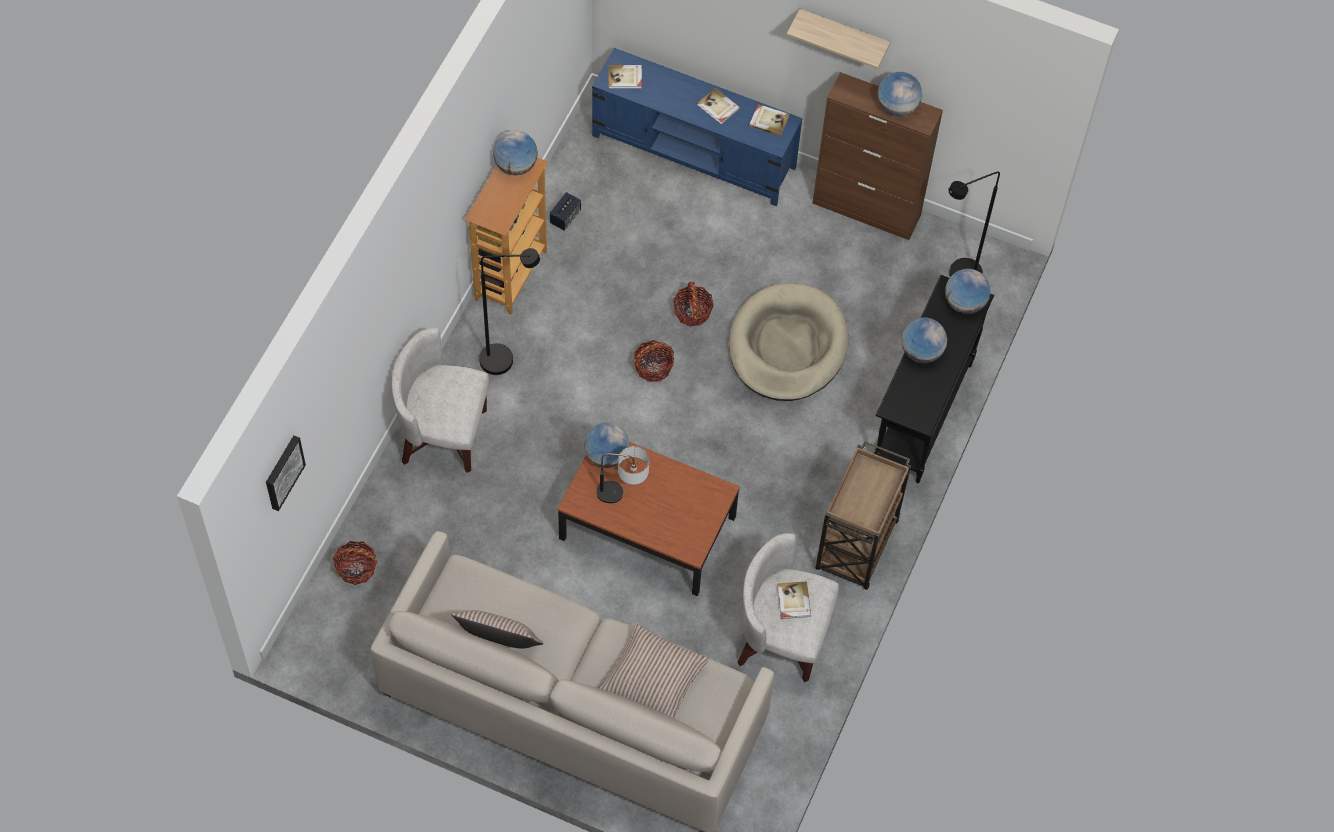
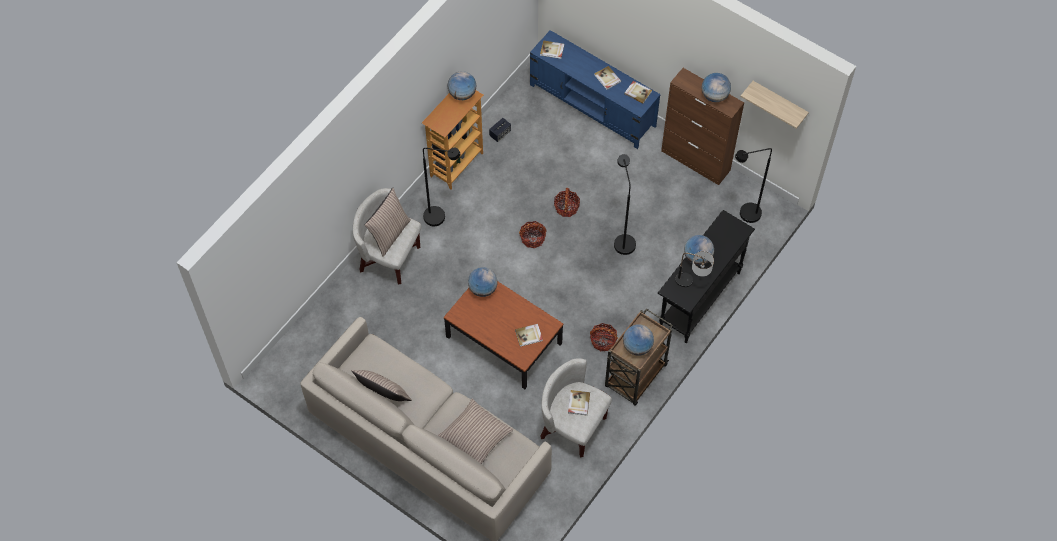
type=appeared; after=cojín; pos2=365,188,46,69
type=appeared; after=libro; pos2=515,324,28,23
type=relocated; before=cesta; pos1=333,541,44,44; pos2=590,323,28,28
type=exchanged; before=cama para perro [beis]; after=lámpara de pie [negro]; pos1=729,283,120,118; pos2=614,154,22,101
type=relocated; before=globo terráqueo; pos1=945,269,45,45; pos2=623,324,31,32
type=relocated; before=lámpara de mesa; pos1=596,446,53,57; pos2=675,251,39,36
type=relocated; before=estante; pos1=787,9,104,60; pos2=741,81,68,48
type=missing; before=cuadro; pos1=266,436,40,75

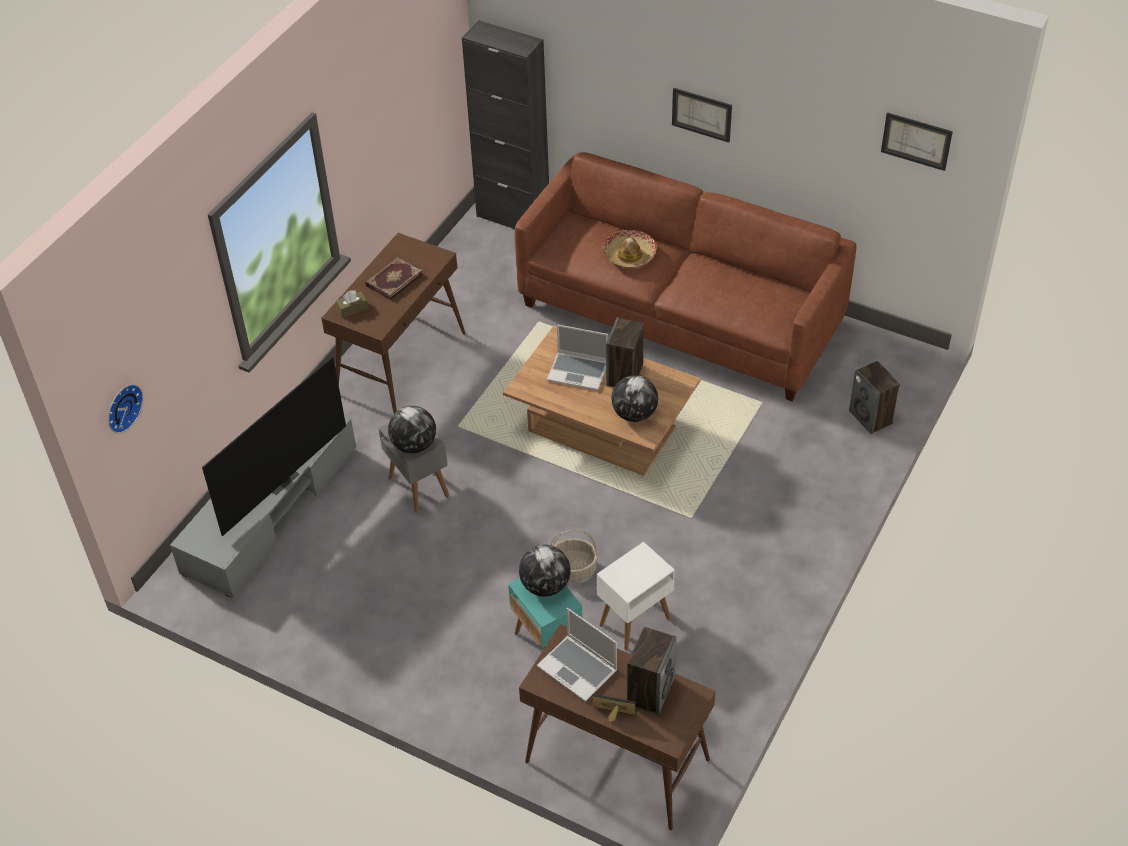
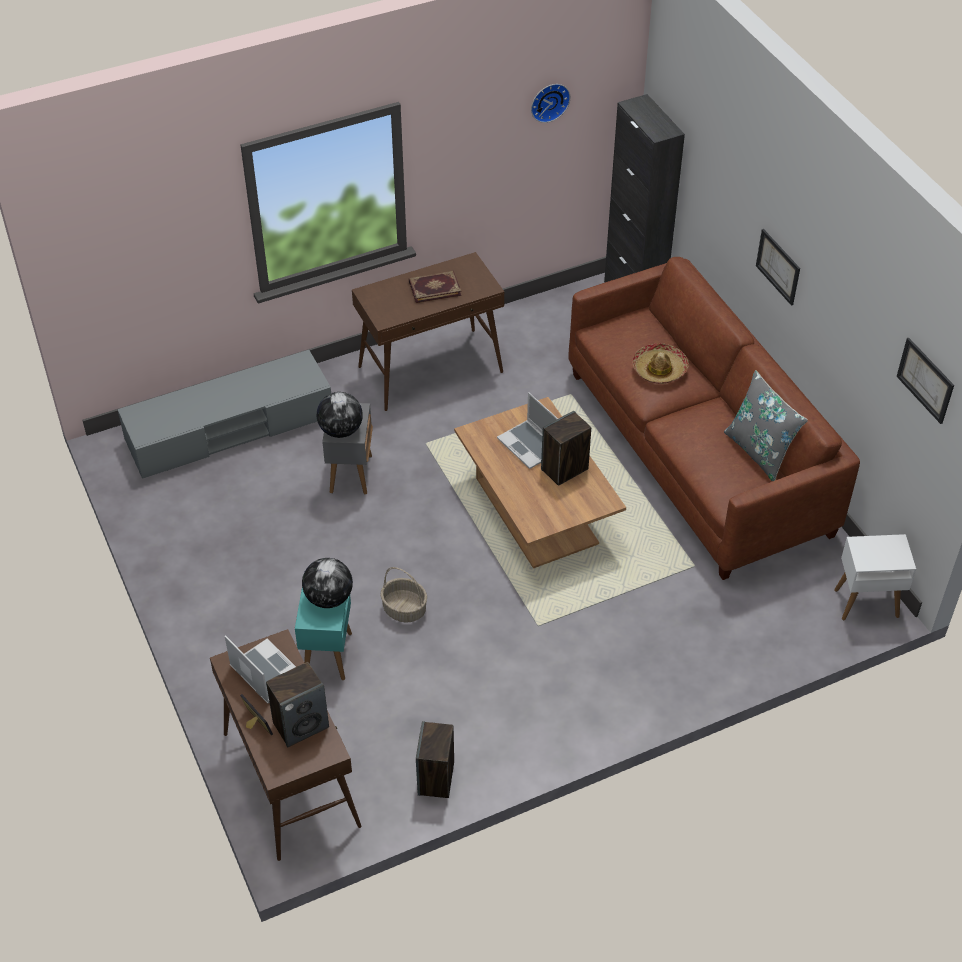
type=spun; before=portátil; pos1=537,608,80,94; pos2=225,635,71,69; turn=150
type=relocated; before=altavoz; pos1=849,361,51,73; pos2=416,721,38,77
type=relocated; before=reloj de pared; pos1=108,384,35,49; pos2=531,84,39,39
type=appeared; after=cojín [gris]; pos2=724,370,84,111
type=relocated; before=mesa auxiliar [blanco]; pos1=597,542,78,108; pos2=834,534,82,86
type=missing; before=televisor; pos1=202,356,144,180
type=missing; before=caja de pañuelos [marrón]; pos1=336,290,32,28
type=missing; before=globo terráqueo; pos1=611,375,47,47

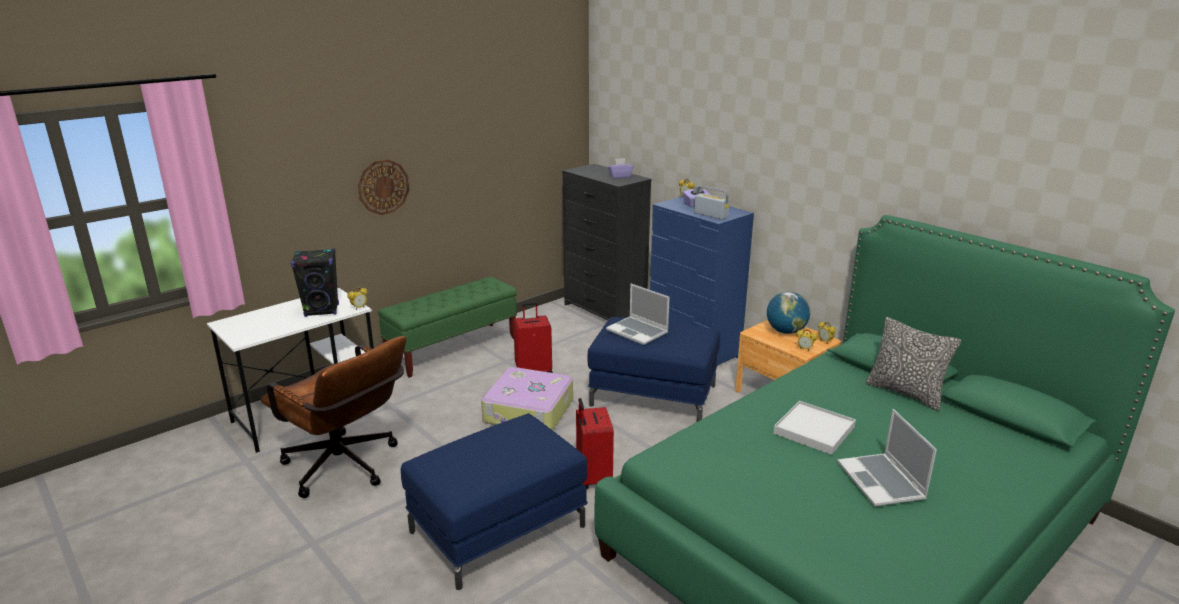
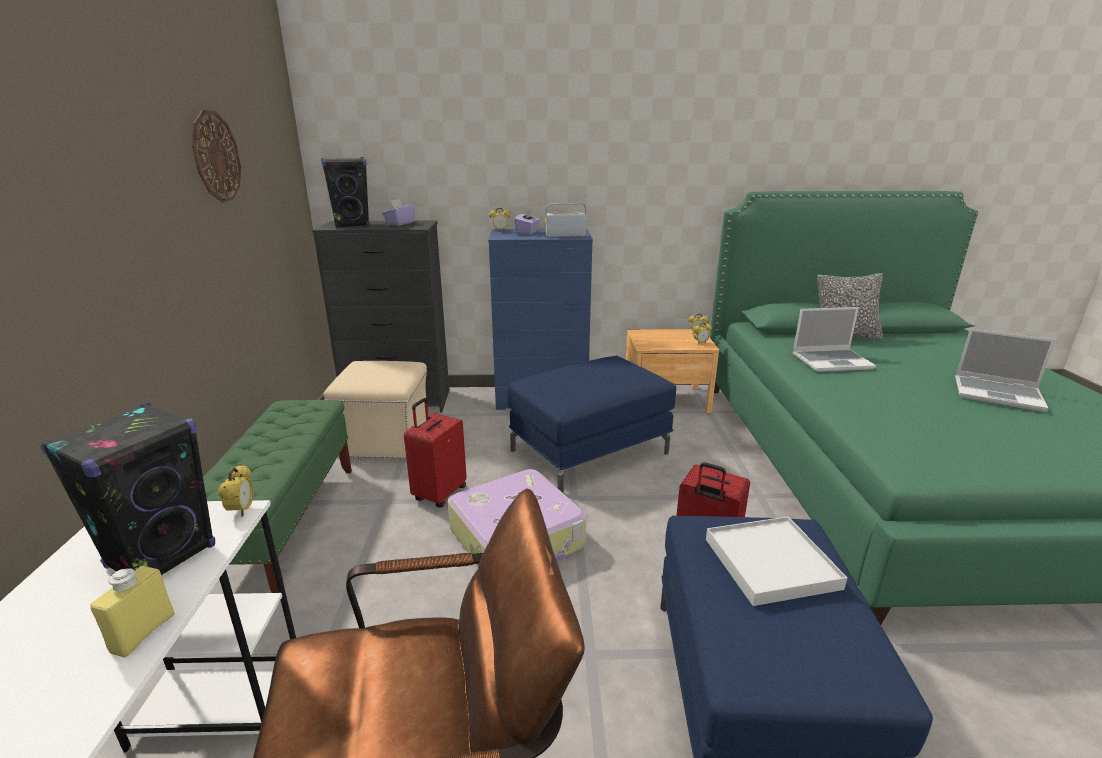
type=appeared; after=botella [amarillo]; pos2=90,566,85,91
type=relocated; before=reloj de pared; pos1=358,159,51,56; pos2=192,110,49,92
type=appeared; after=altavoz [negro]; pos2=321,157,48,71
type=appeared; after=puf [beis]; pos2=323,361,106,98
type=relocated; before=bandeja [blanco]; pos1=773,401,83,54; pos2=706,516,141,90
type=relocated; before=portátil; pos1=606,284,64,61; pos2=792,307,84,65
type=missing; before=globo terráqueo; pos1=767,291,43,43

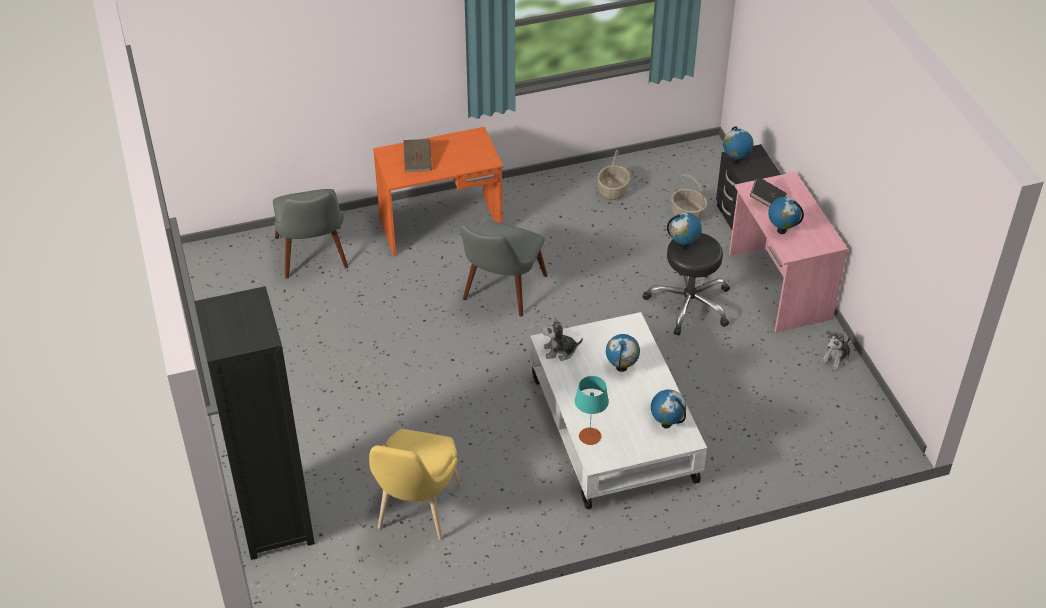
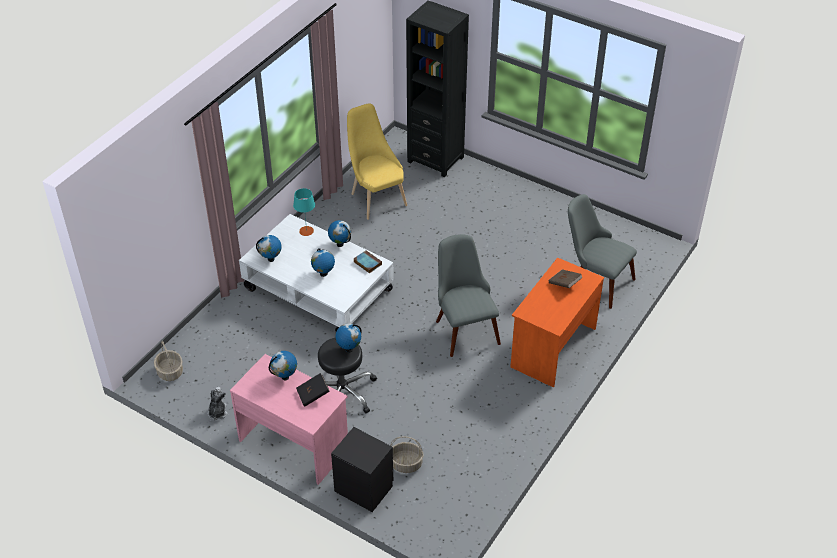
type=relocated; before=cesta; pos1=597,150,33,50; pos2=154,341,29,40
type=relocated; before=globo terráqueo; pos1=723,126,30,38; pos2=328,220,23,27
type=exchanged; before=peluche; after=libro; pos1=542,316,41,45; pos2=354,250,28,23

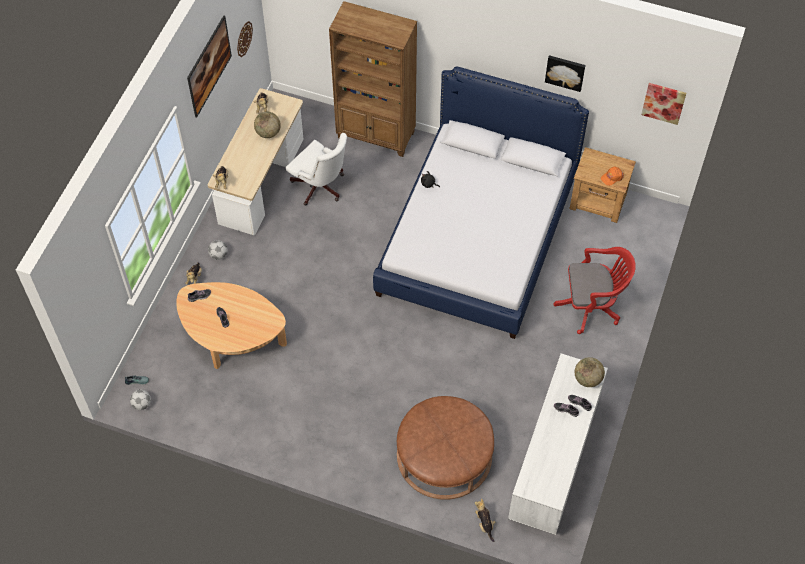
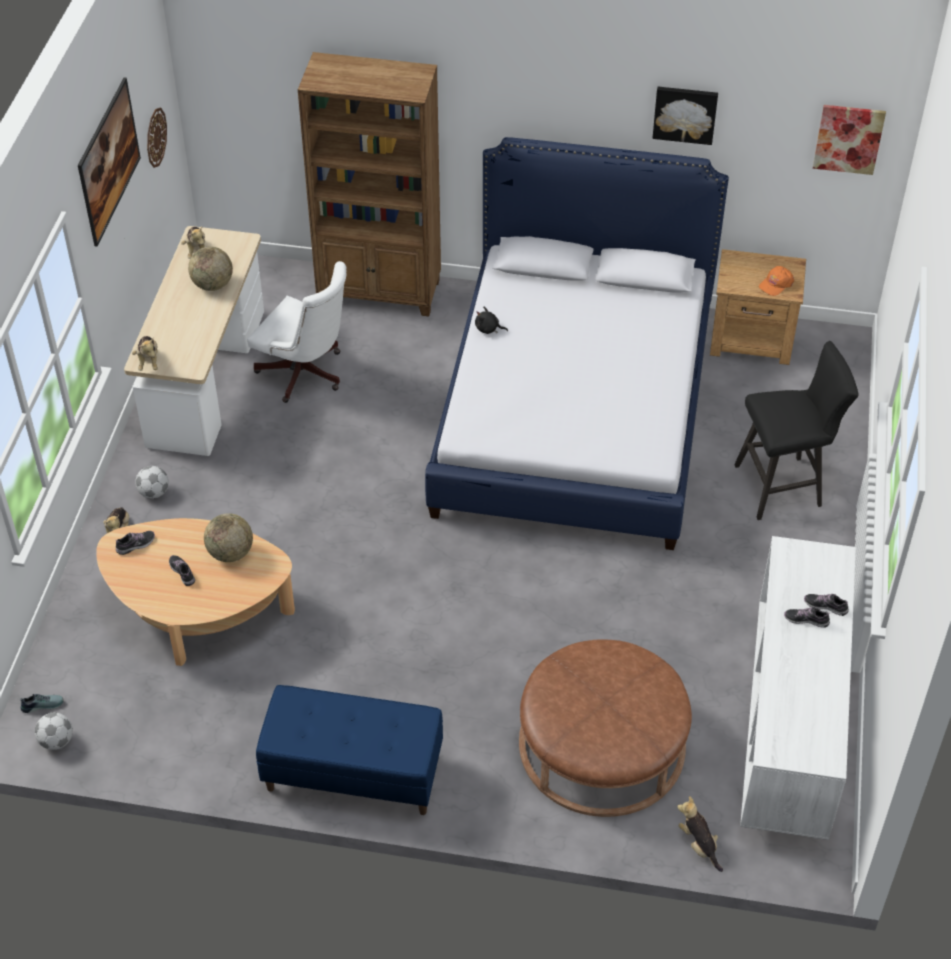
type=relocated; before=globo terráqueo; pos1=575,357,30,30; pos2=204,513,49,49
type=appeared; after=banco [azul]; pos2=256,685,187,130
type=exchanged; before=silla de oficina [rojo]; after=taburete [negro]; pos1=553,247,83,87; pos2=734,341,125,179

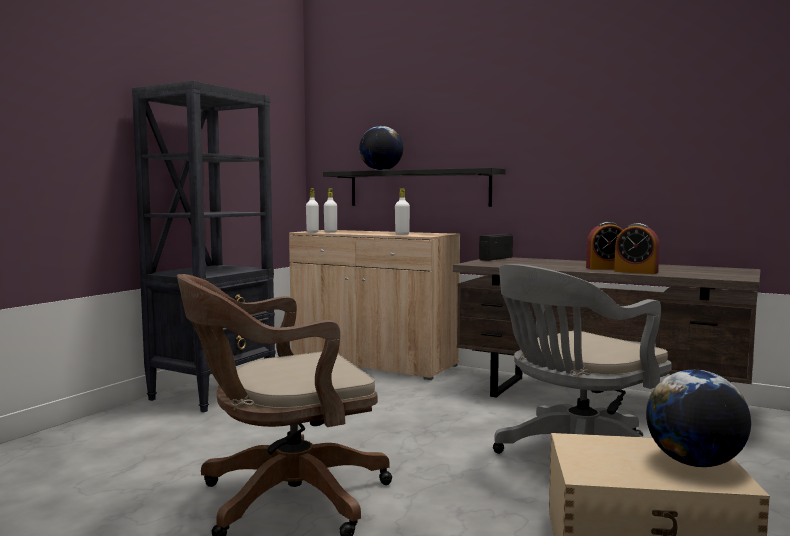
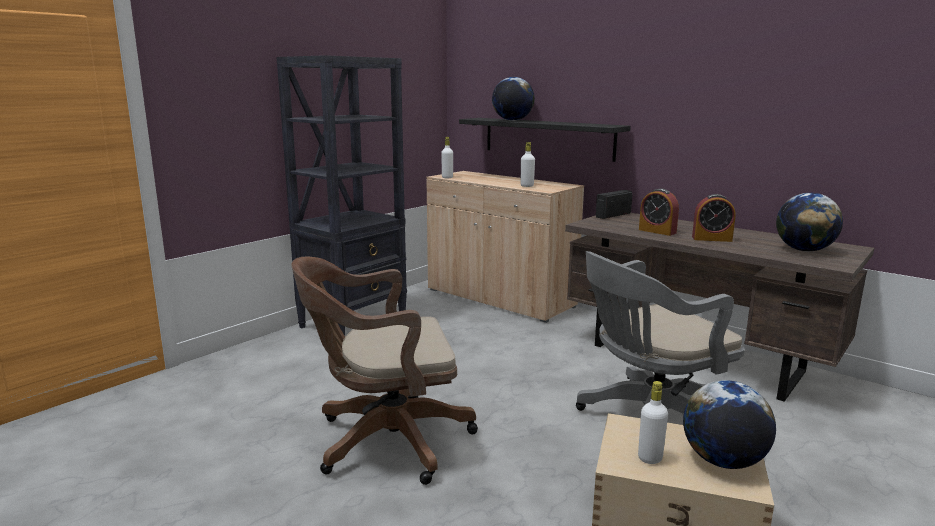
type=relocated; before=botella [blanco]; pos1=324,188,13,45; pos2=638,381,30,83
type=relocated; before=despertador; pos1=614,223,46,51; pos2=639,188,40,48
type=appeared; after=globo terráqueo; pos2=776,193,67,59

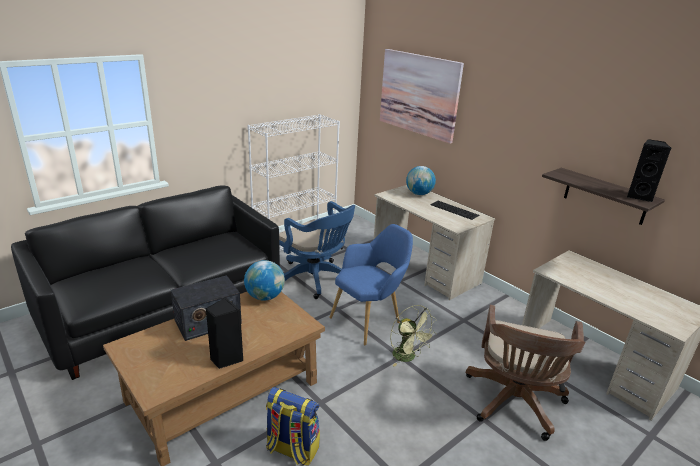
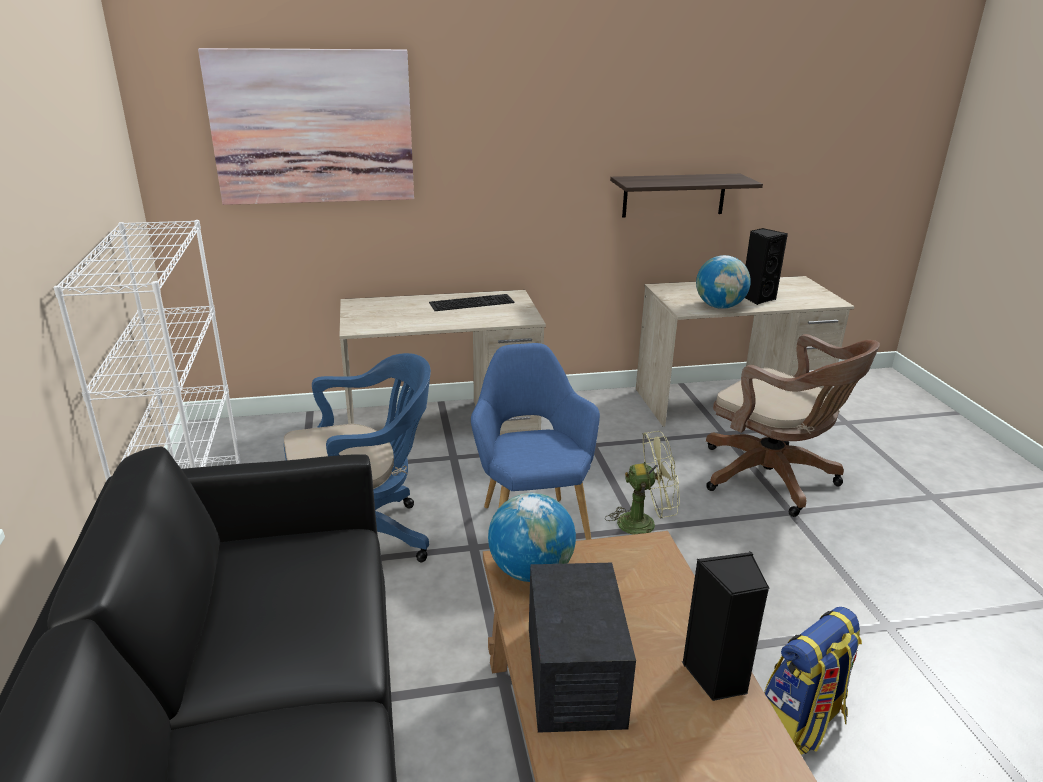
type=relocated; before=globo terráqueo; pos1=406,166,30,29; pos2=696,255,55,54
type=relocated; before=altavoz [negro]; pos1=627,139,44,63; pos2=745,228,43,77

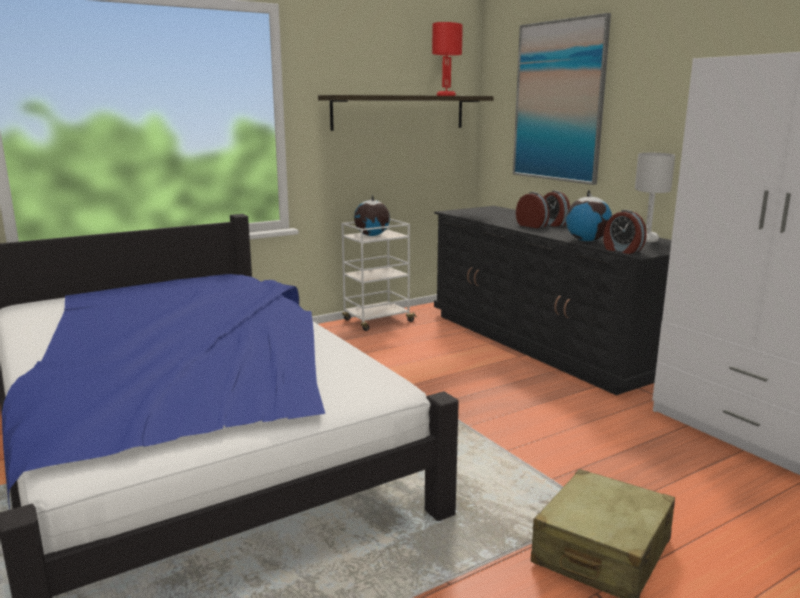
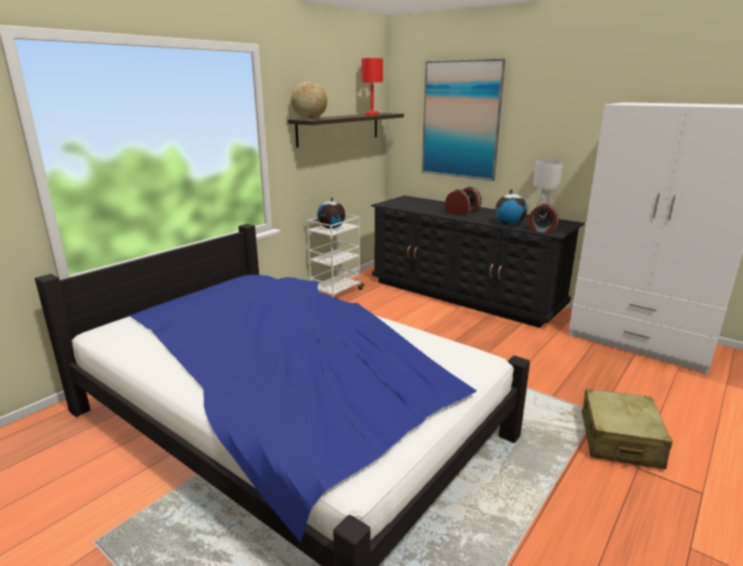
type=appeared; after=globo terráqueo; pos2=291,81,36,38

